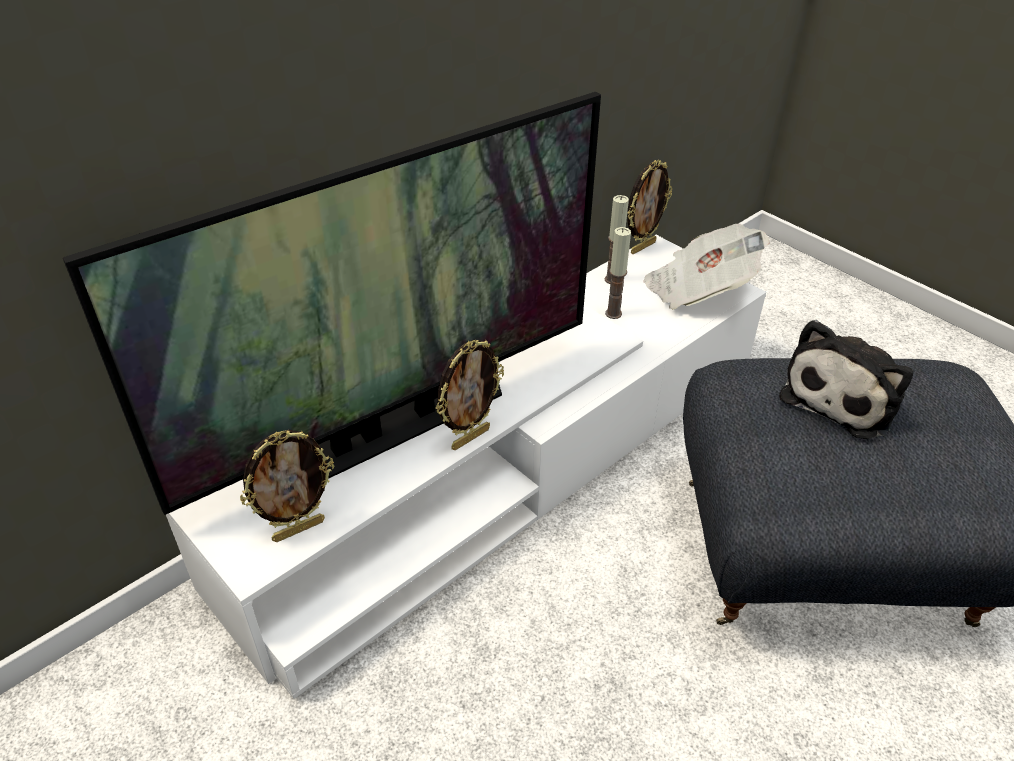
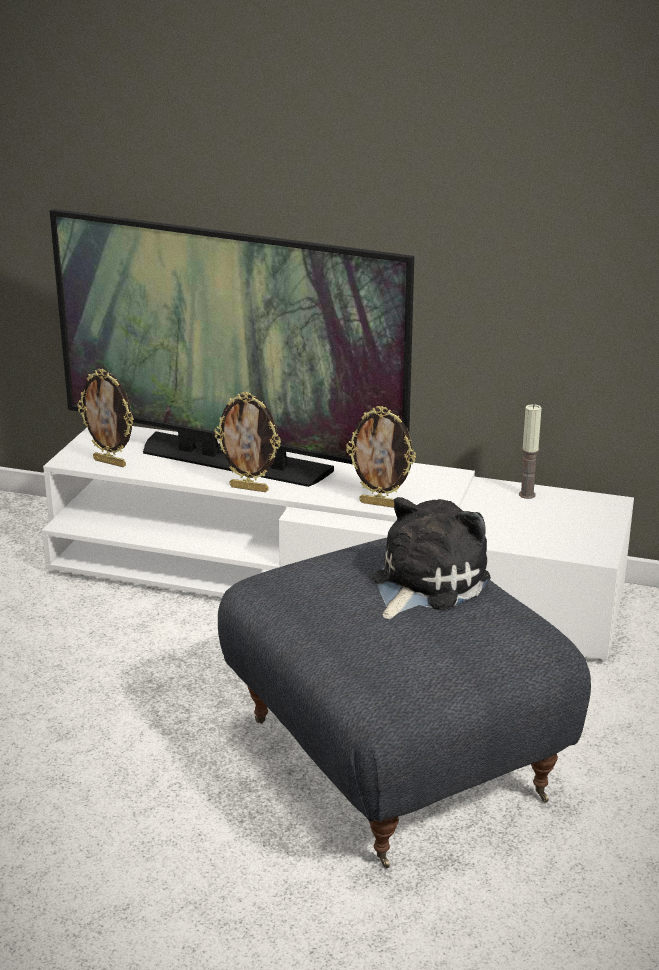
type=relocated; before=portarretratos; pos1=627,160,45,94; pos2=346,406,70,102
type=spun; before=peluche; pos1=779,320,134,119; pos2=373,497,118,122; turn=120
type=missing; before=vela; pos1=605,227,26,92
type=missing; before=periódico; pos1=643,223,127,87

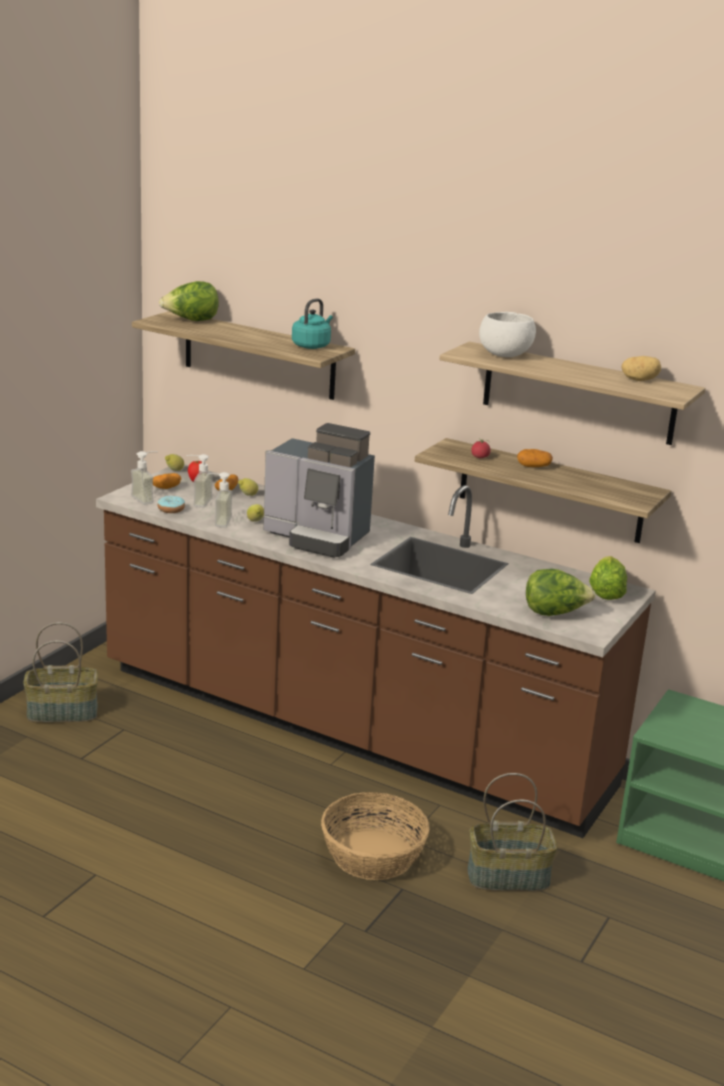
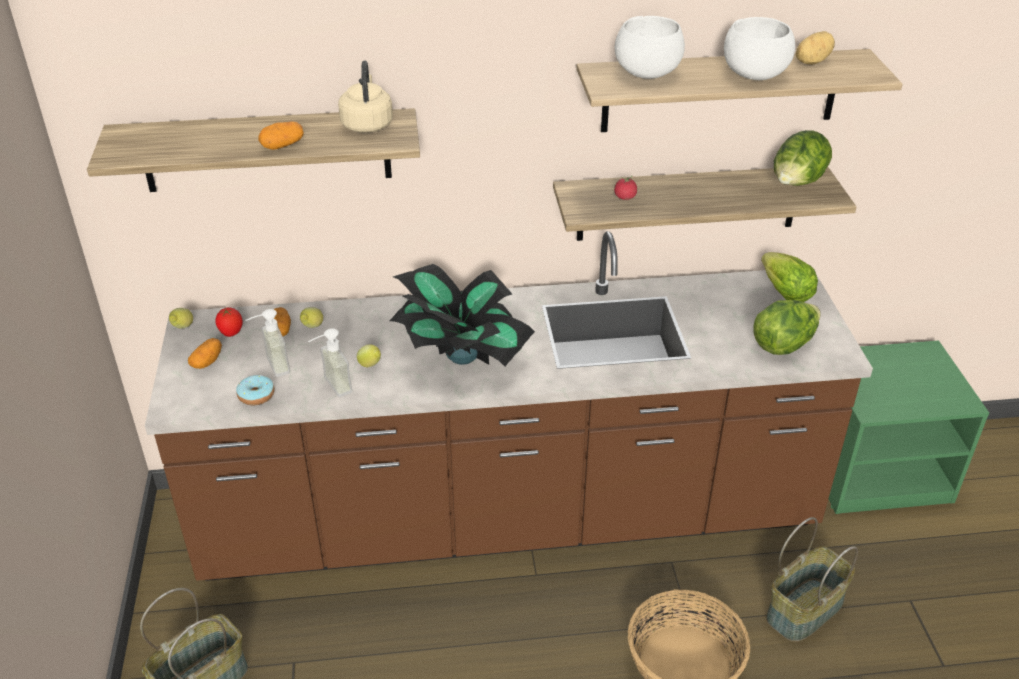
type=relocated; before=patata; pos1=517,449,36,18; pos2=258,121,46,29
type=colour; before=hervidor [turquesa]; after=hervidor [beis]; pos1=292,298,41,51; pos2=338,60,55,73
type=exchanged; before=cafetera; after=planta en maceta; pos1=263,423,112,135; pos2=390,264,145,102
type=appeared; after=cuenco [blanco]; pos2=724,17,71,63
type=relocated; before=lechuga; pos1=159,281,60,40; pos2=774,130,58,56
type=missing; before=dispensador de jabón; pos1=131,451,27,54

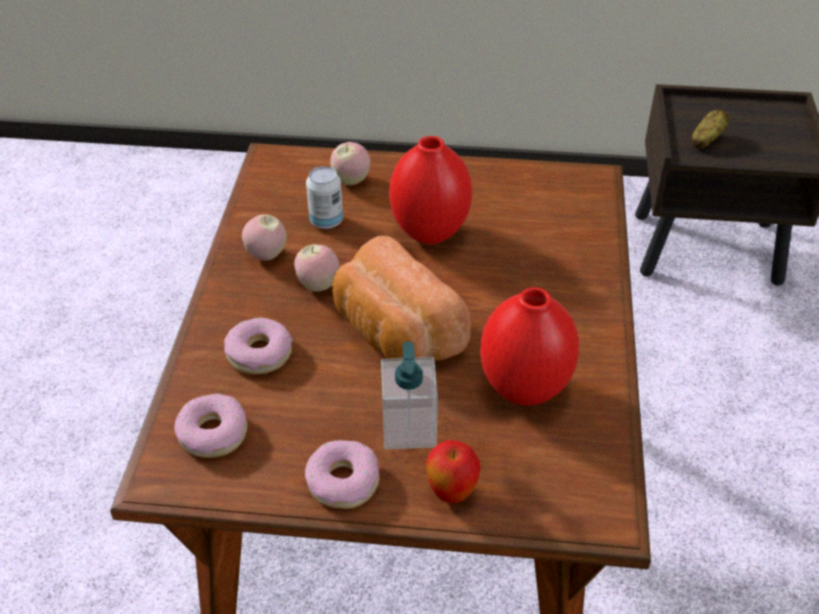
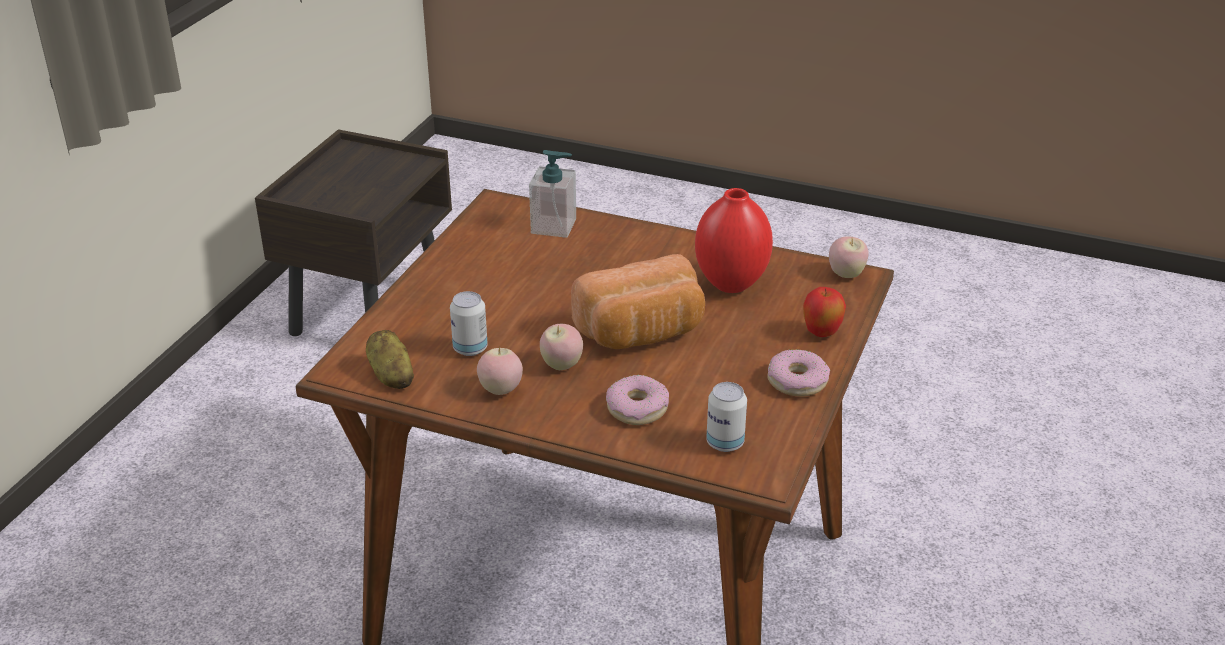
type=relocated; before=patata; pos1=692,110,38,38; pos2=366,330,48,59
type=relocated; before=dispensador de jabón; pos1=381,341,57,108; pos2=529,150,47,88
type=exchanged; before=rosquilla; after=lata; pos1=174,394,74,64; pos2=706,382,41,70
type=relocated; before=manzana; pos1=330,142,40,43; pos2=829,236,40,42
type=missing; before=florero [rojo]; pos1=389,136,83,108

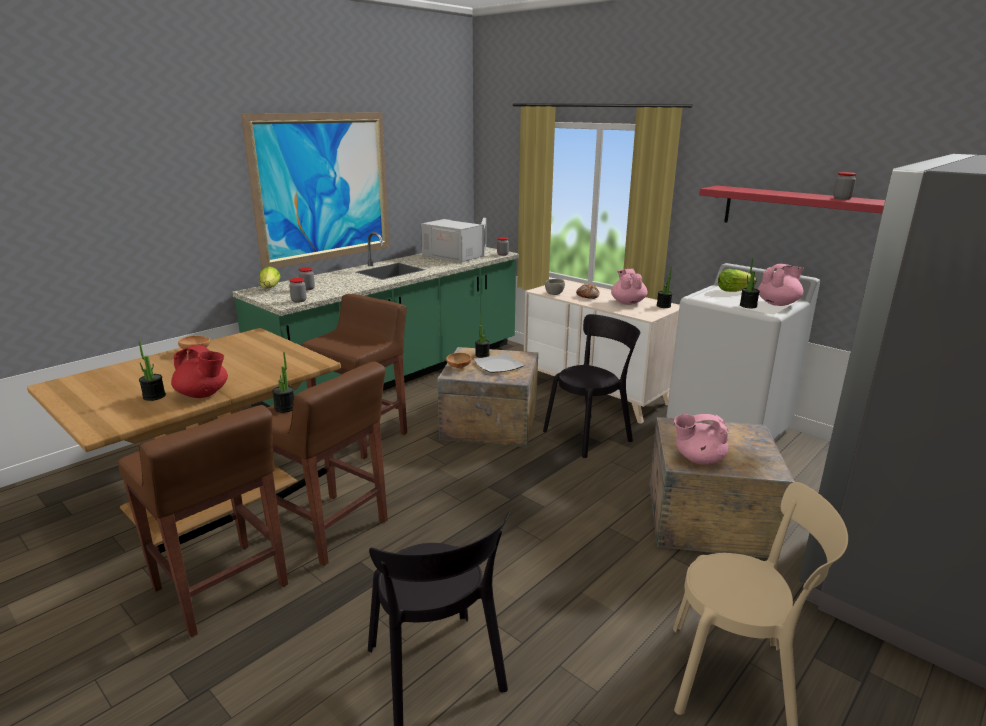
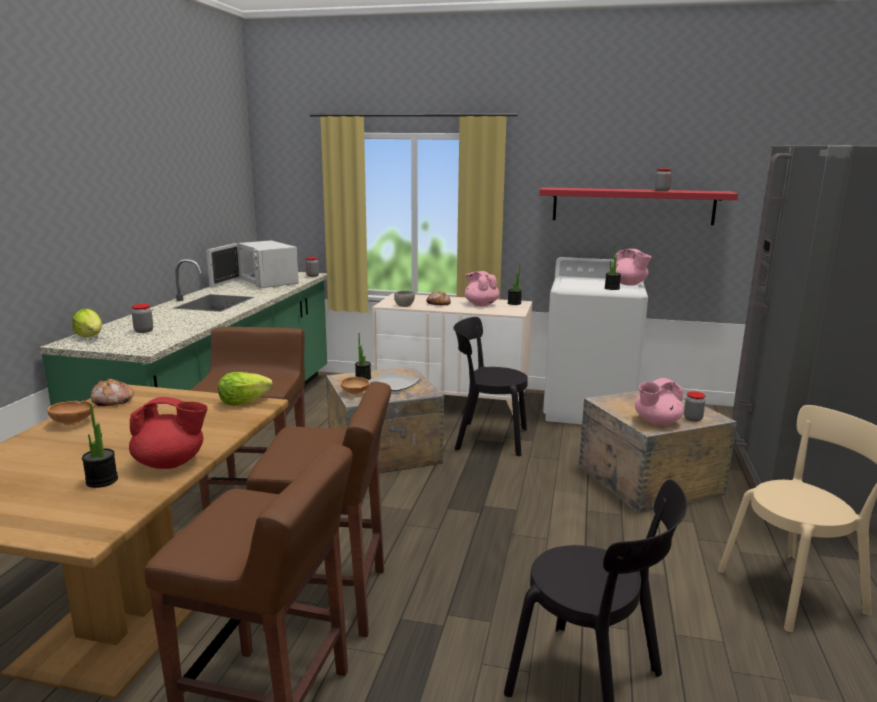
type=appeared; after=pan; pos2=91,378,43,28
type=spun; before=microondas [blanco]; pos1=421,218,65,44; pos2=206,240,93,48; turn=-135
type=relocated; before=lechuga; pos1=718,269,38,23; pos2=218,372,55,34
type=spun; before=silla [negro]; pos1=543,314,97,144; pos2=453,317,75,139; turn=-105
type=spun; before=tetera [rosa]; pos1=758,264,45,42; pos2=615,249,36,37; turn=120
type=relocated; before=tarro; pos1=289,278,18,25; pos2=684,391,21,31
type=missing; before=cuadro; pos1=241,112,149,158
type=missing; before=planta en maceta; pos1=272,352,22,61

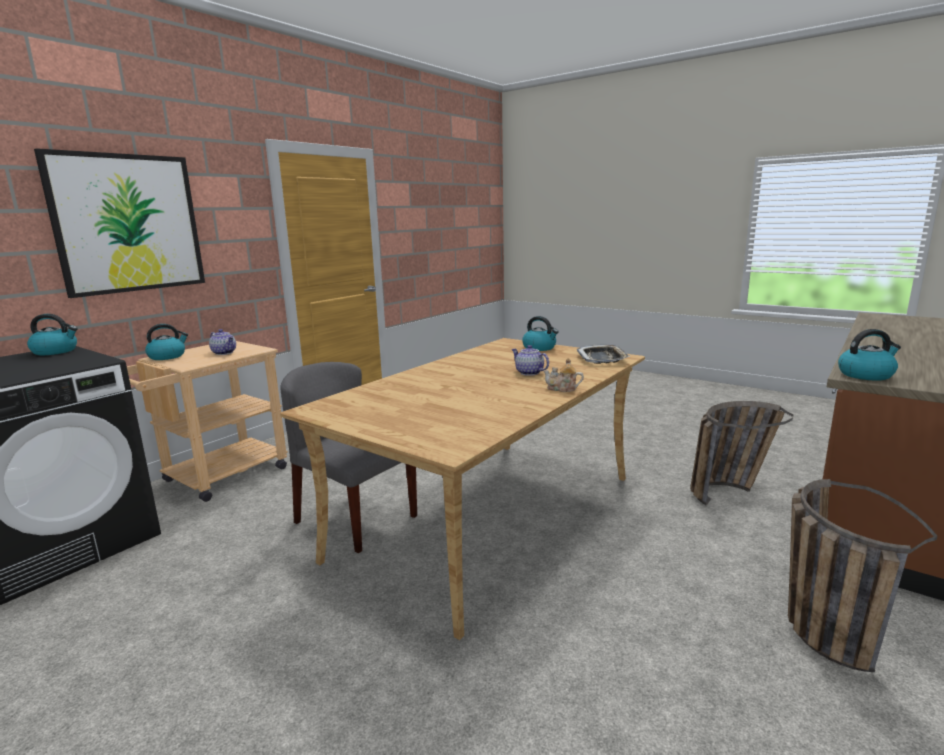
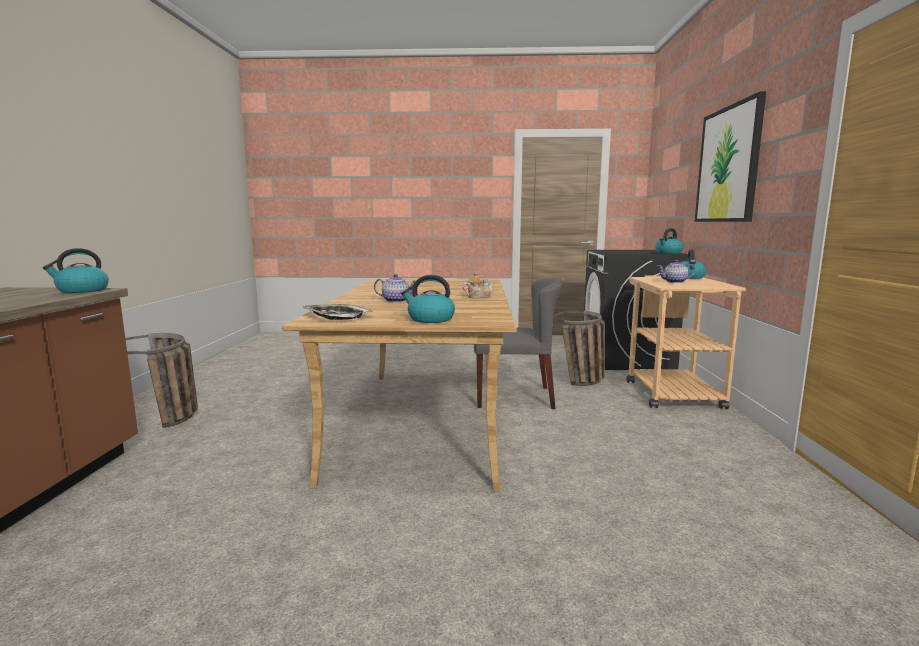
type=relocated; before=tetera; pos1=543,358,41,34; pos2=462,272,32,26
type=relocated; before=cesta; pos1=690,401,104,105; pos2=553,311,52,75

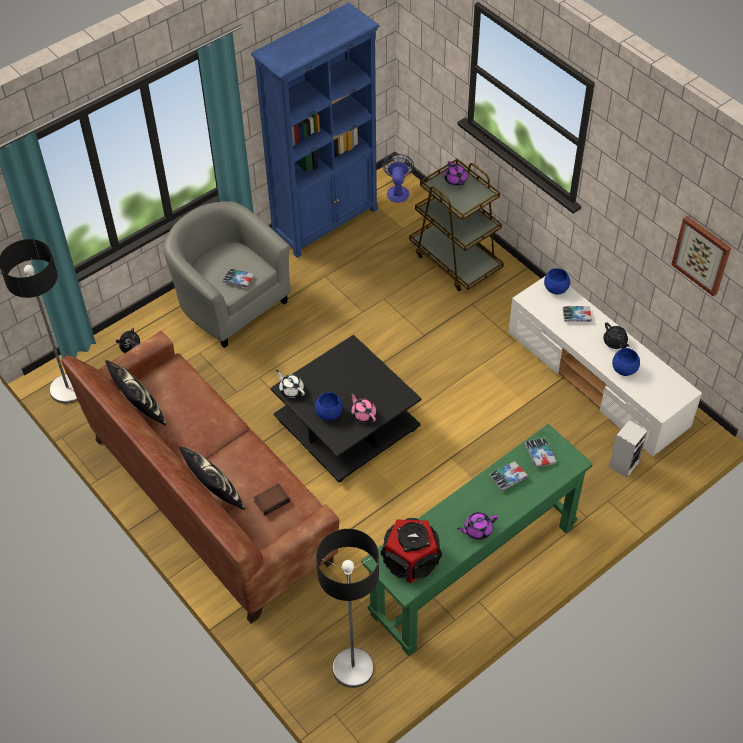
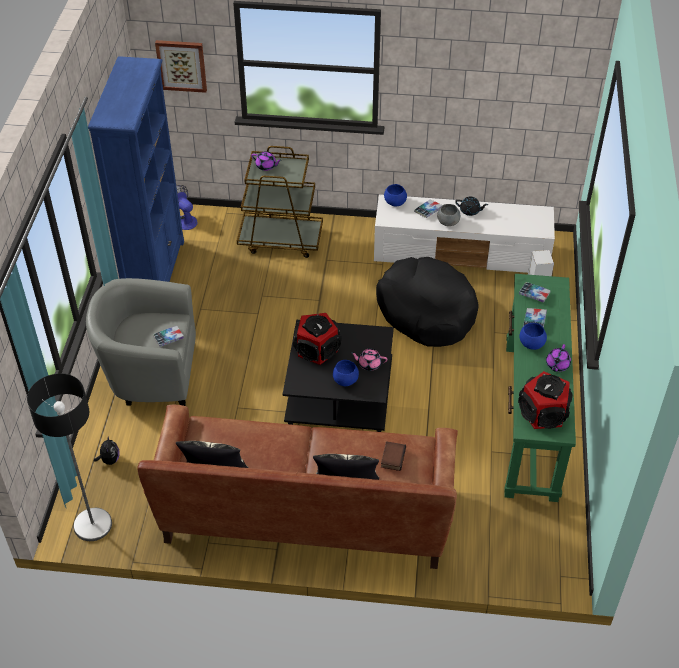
type=relocated; before=cuadro; pos1=671,216,60,81; pos2=155,40,52,53
type=appeared; after=altavoz; pos2=293,313,49,52
type=appeared; after=cama para perro [negro]; pos2=376,257,103,90
type=appeared; after=cuenco [gris]; pos2=437,204,24,22
type=relocated; before=cuenco [azul]; pos1=612,348,28,28; pos2=519,323,28,27
type=missing; before=tetera [blanco]; pos1=276,370,29,28
type=missing; before=lámpara de pie; pos1=316,529,63,159

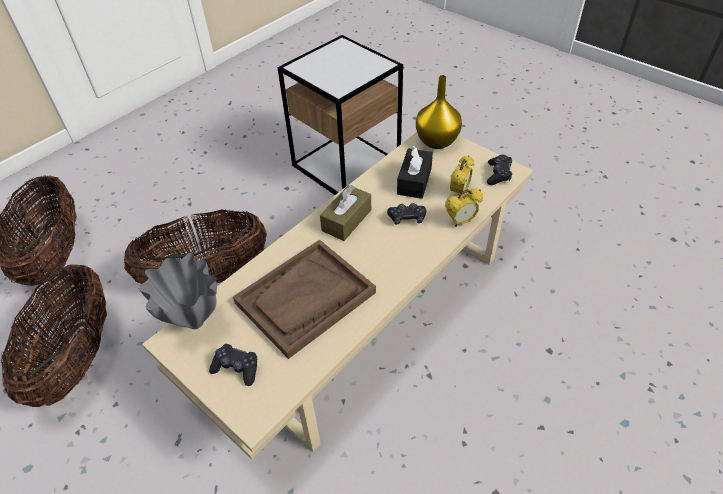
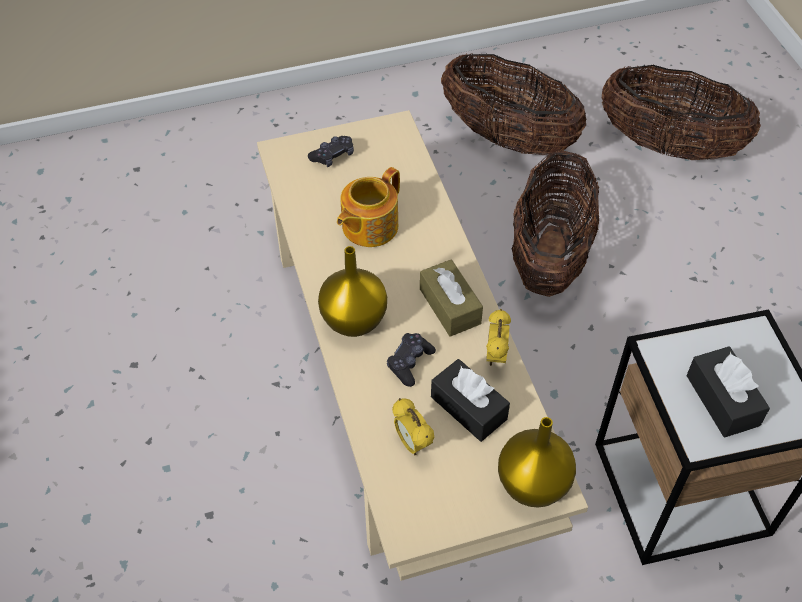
type=appeared; after=florero [amarillo]; pos2=318,246,69,91
type=exchanged; before=bandeja [marrón]; after=tetera; pos1=233,239,143,120; pos2=337,167,63,80
type=relocated; before=despertador; pos1=445,189,38,38; pos2=486,309,25,57
type=appeared; after=caja de pañuelos [negro]; pos2=686,346,84,91
type=missing; before=florero [gris]; pos1=139,252,78,77
type=missing; before=mando de consola [negro]; pos1=487,154,25,31

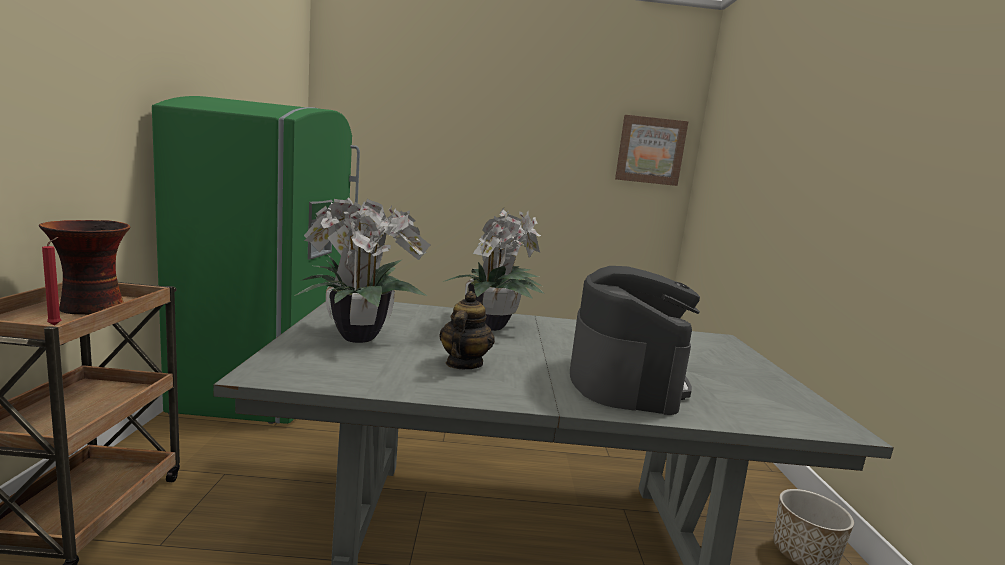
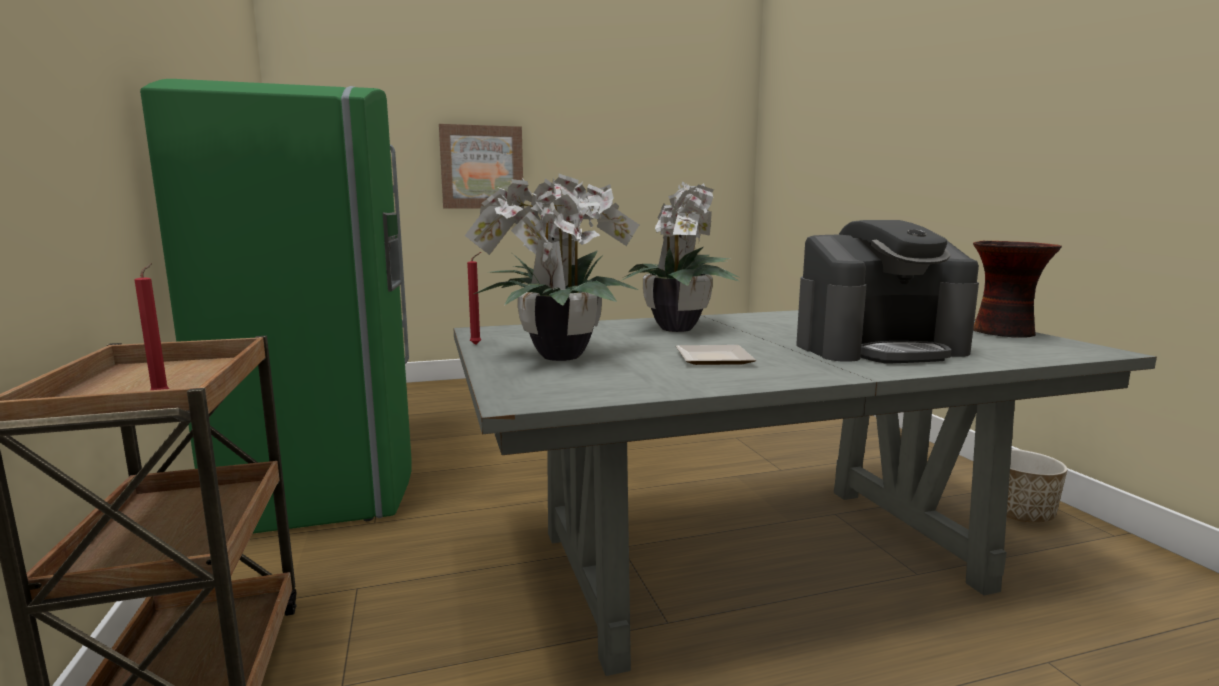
type=relocated; before=cuadro; pos1=615,115,74,71; pos2=439,124,85,85
type=appeared; after=vela [rojo]; pos2=467,252,14,93
type=exchanged; before=tetera; after=plato; pos1=439,291,56,78; pos2=676,345,80,20
type=spun; before=cafetera; pos1=570,266,130,149; pos2=796,220,183,144; turn=90
type=relocated; before=florero; pos1=39,220,91,95; pos2=973,241,89,96

